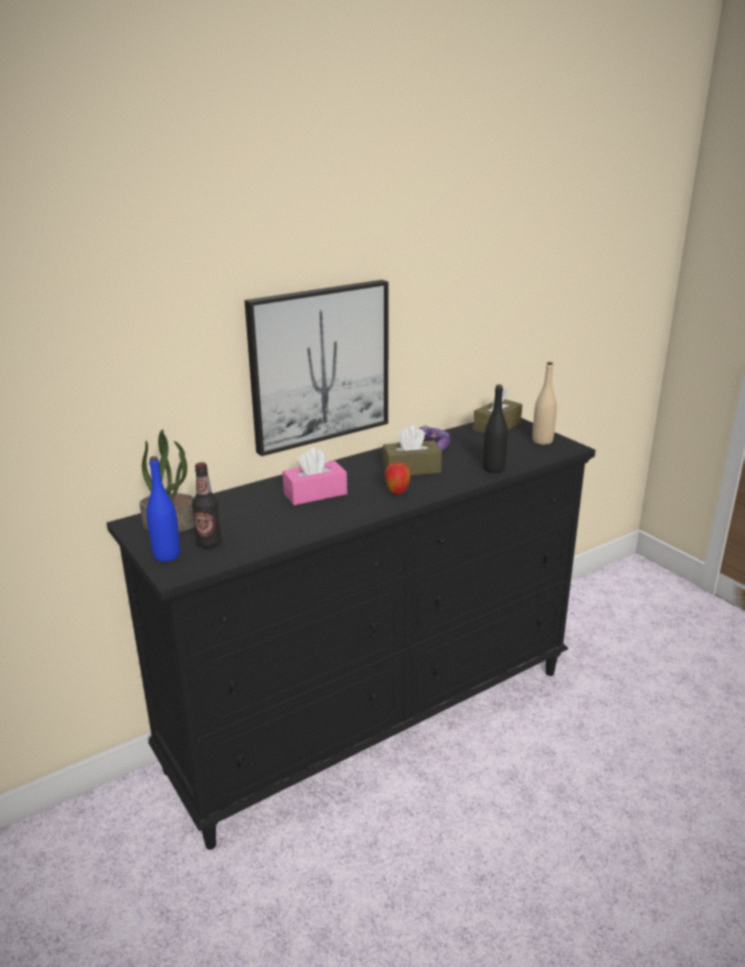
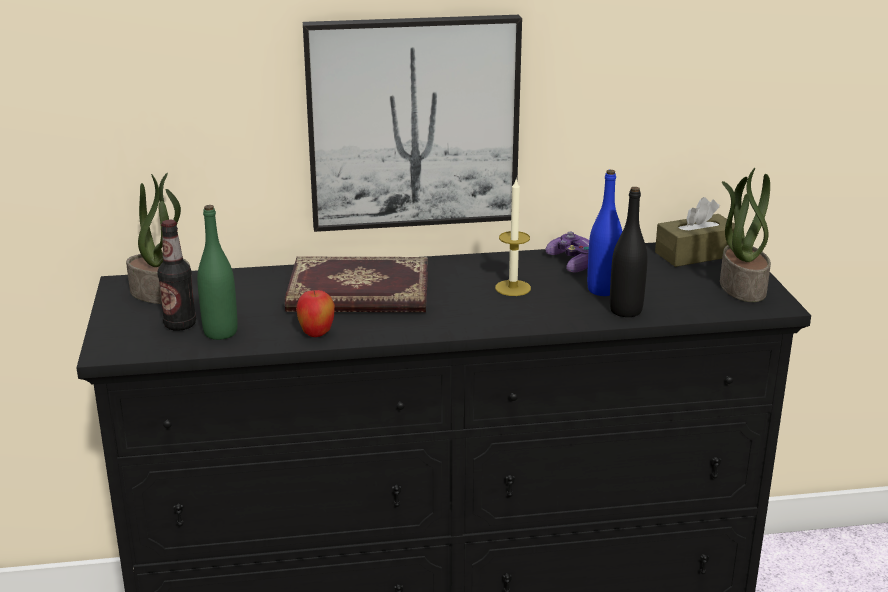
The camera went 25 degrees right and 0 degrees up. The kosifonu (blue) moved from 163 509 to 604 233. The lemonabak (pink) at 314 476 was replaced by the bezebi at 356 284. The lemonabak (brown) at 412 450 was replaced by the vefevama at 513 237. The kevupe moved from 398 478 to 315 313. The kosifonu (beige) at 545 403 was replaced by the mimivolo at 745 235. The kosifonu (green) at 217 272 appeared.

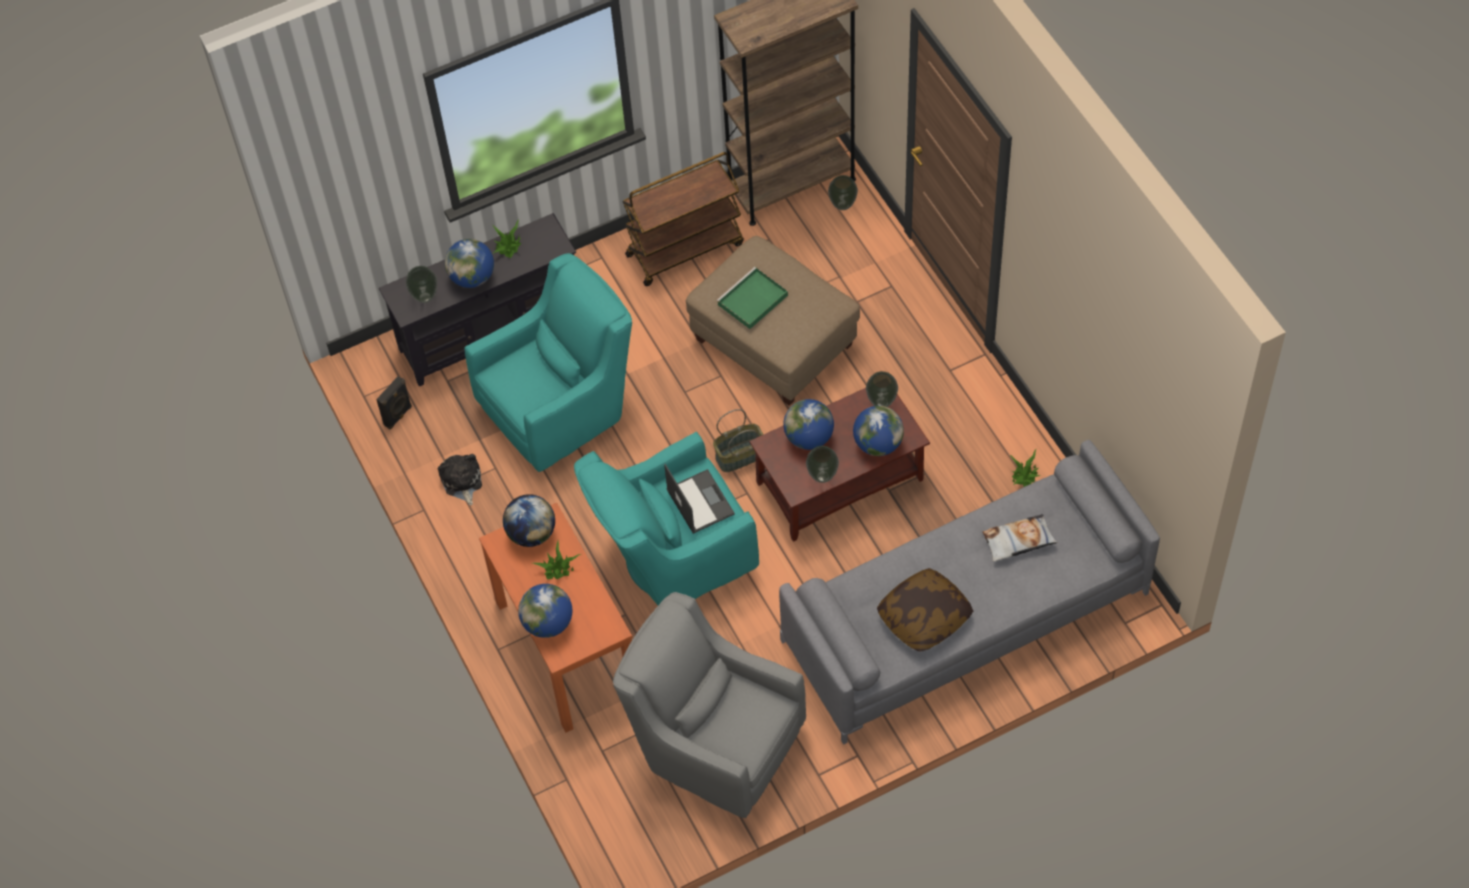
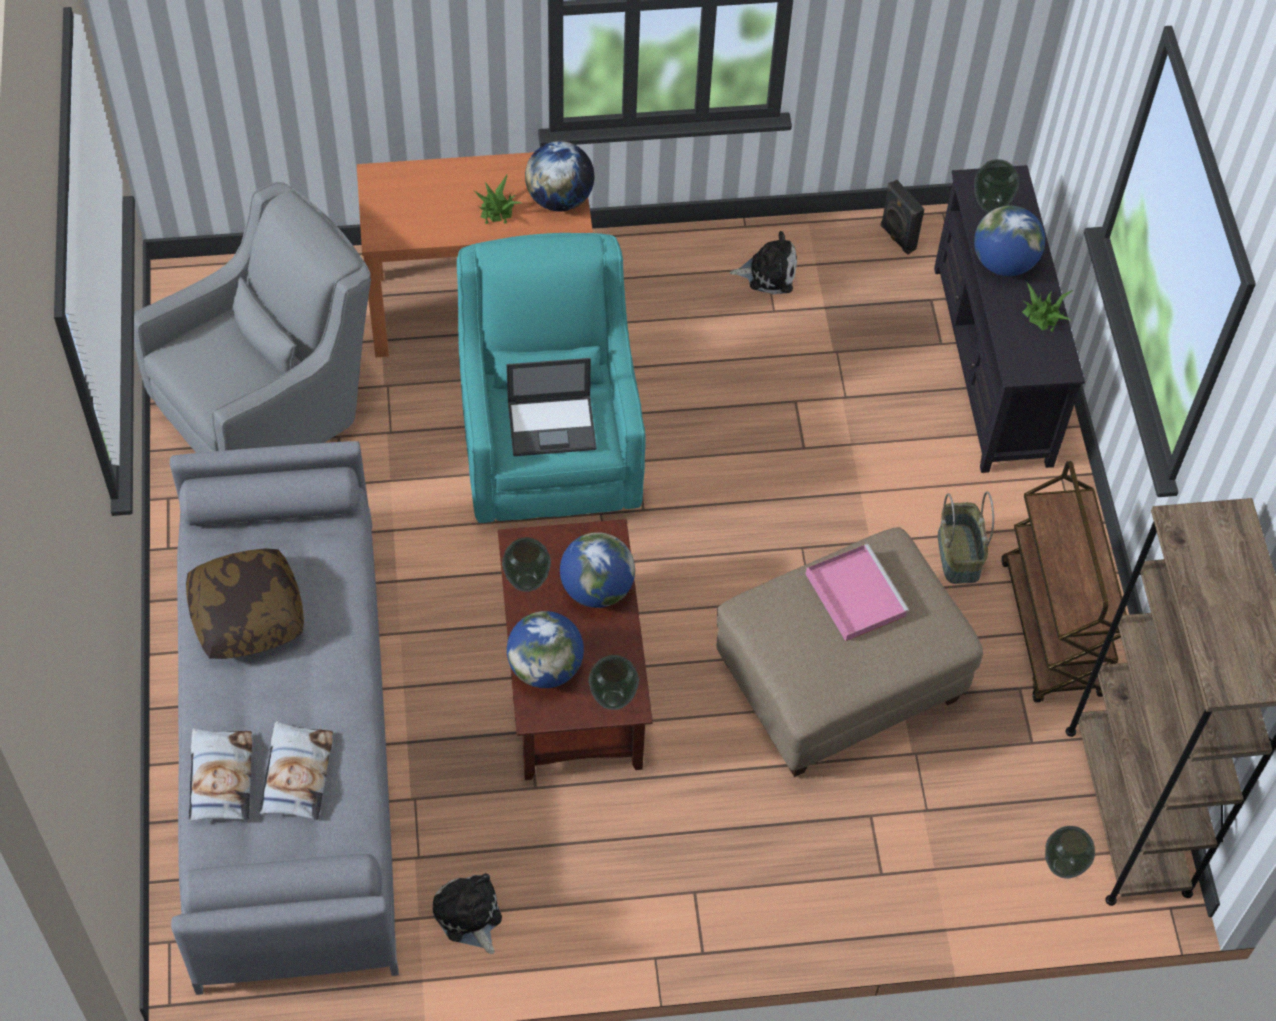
The camera went 105 degrees right and 0 degrees up. The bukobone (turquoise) at 548 362 disappeared. The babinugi at 545 611 disappeared. The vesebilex moved from 738 440 to 966 537. The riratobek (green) at 752 298 became the riratobek (pink) at 857 592. The mimivolo at 1025 467 was replaced by the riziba at 467 913. The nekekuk at 220 775 appeared.

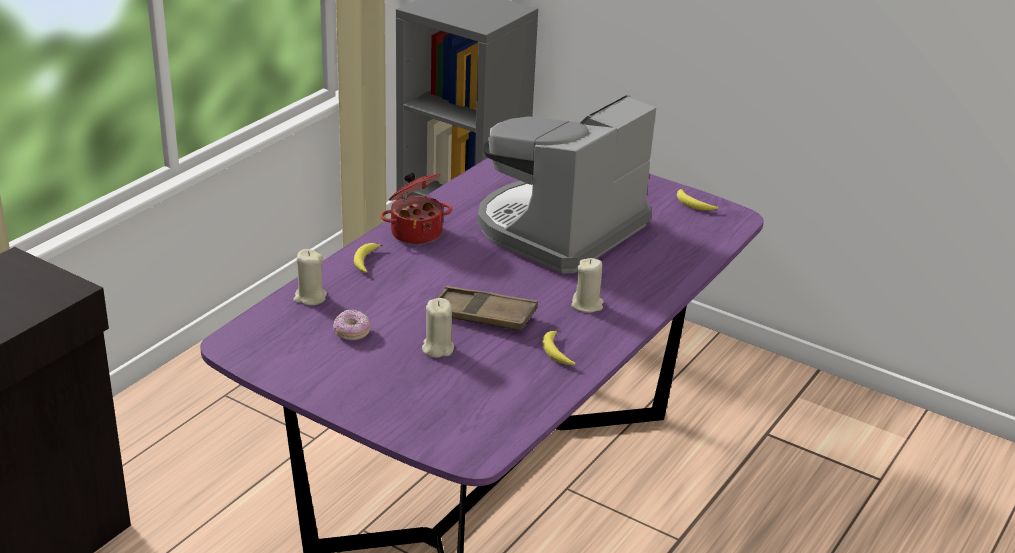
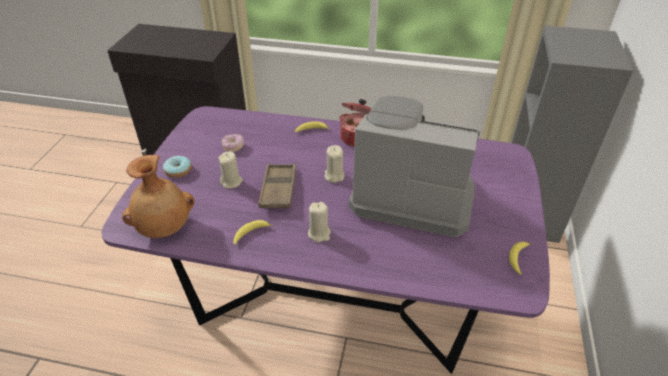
The camera went 70 degrees right and 10 degrees up. The vefevama (beige) moved from 310 277 to 334 164. The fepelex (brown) at 158 196 appeared. The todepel at 177 167 appeared.

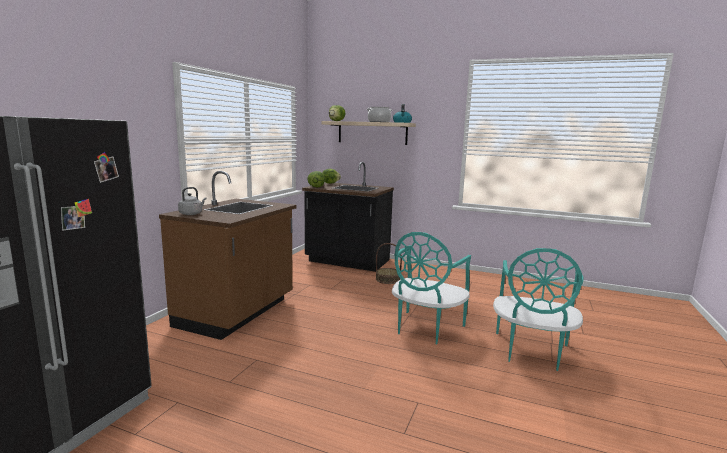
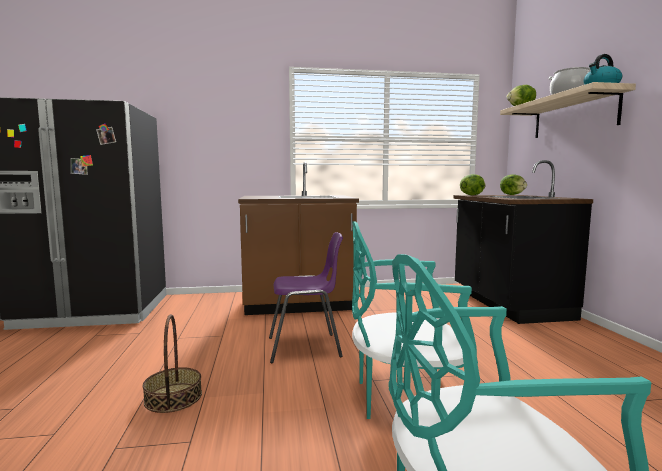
The camera went 60 degrees right and 5 degrees down. The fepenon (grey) at 192 201 disappeared. The vesebilex moved from 389 263 to 172 363. The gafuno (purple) at 306 297 appeared.

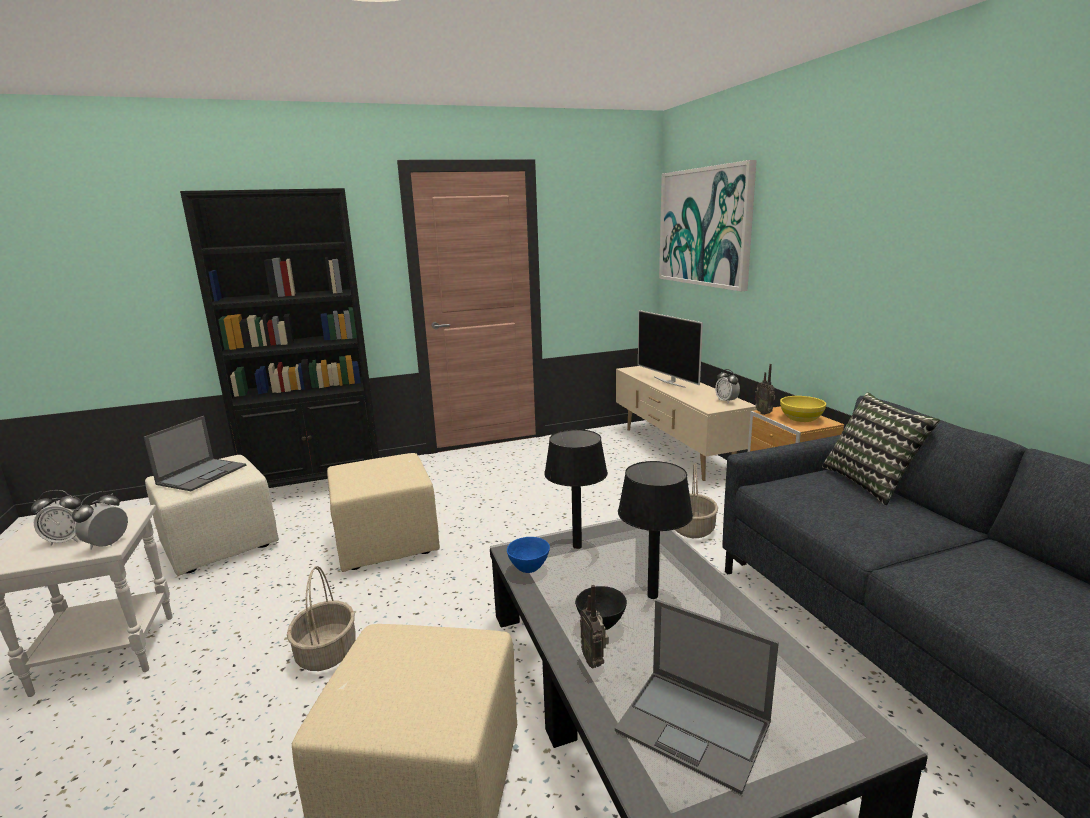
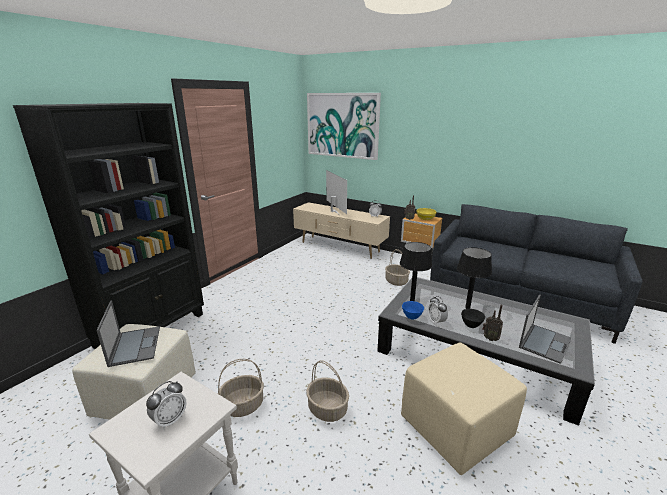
The camera went 40 degrees left and 5 degrees up. The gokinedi moved from 100 520 to 438 310. The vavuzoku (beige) at 383 512 disappeared. The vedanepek at 697 697 turned 45 degrees counterclockwise. The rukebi at 670 349 turned 135 degrees counterclockwise. The nekekuk at 881 449 disappeared. The vesebilex at 241 388 appeared.

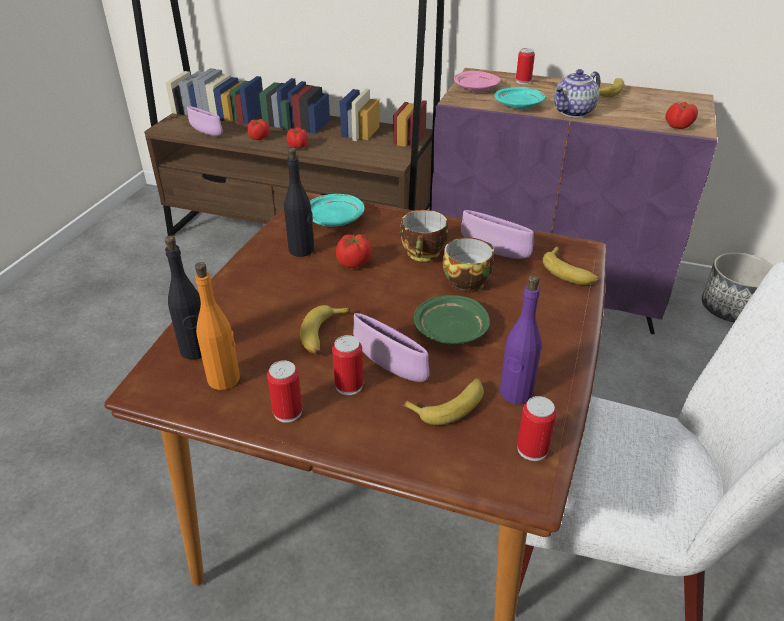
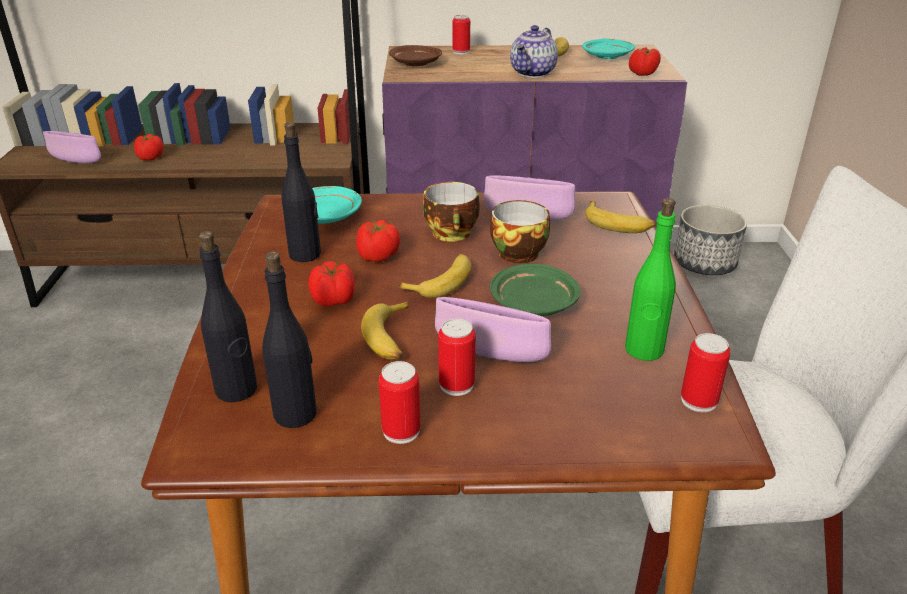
The camera went 20 degrees left and 5 degrees down. The kosifonu (orange) at 217 326 became the kosifonu (black) at 289 339. The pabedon moved from 297 137 to 331 283. The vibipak moved from 443 401 to 435 276. The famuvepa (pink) at 477 81 became the famuvepa (brown) at 415 55. The famuvepa (turquoise) moved from 519 98 to 608 49. The kosifonu (purple) at 521 339 became the kosifonu (green) at 650 279.

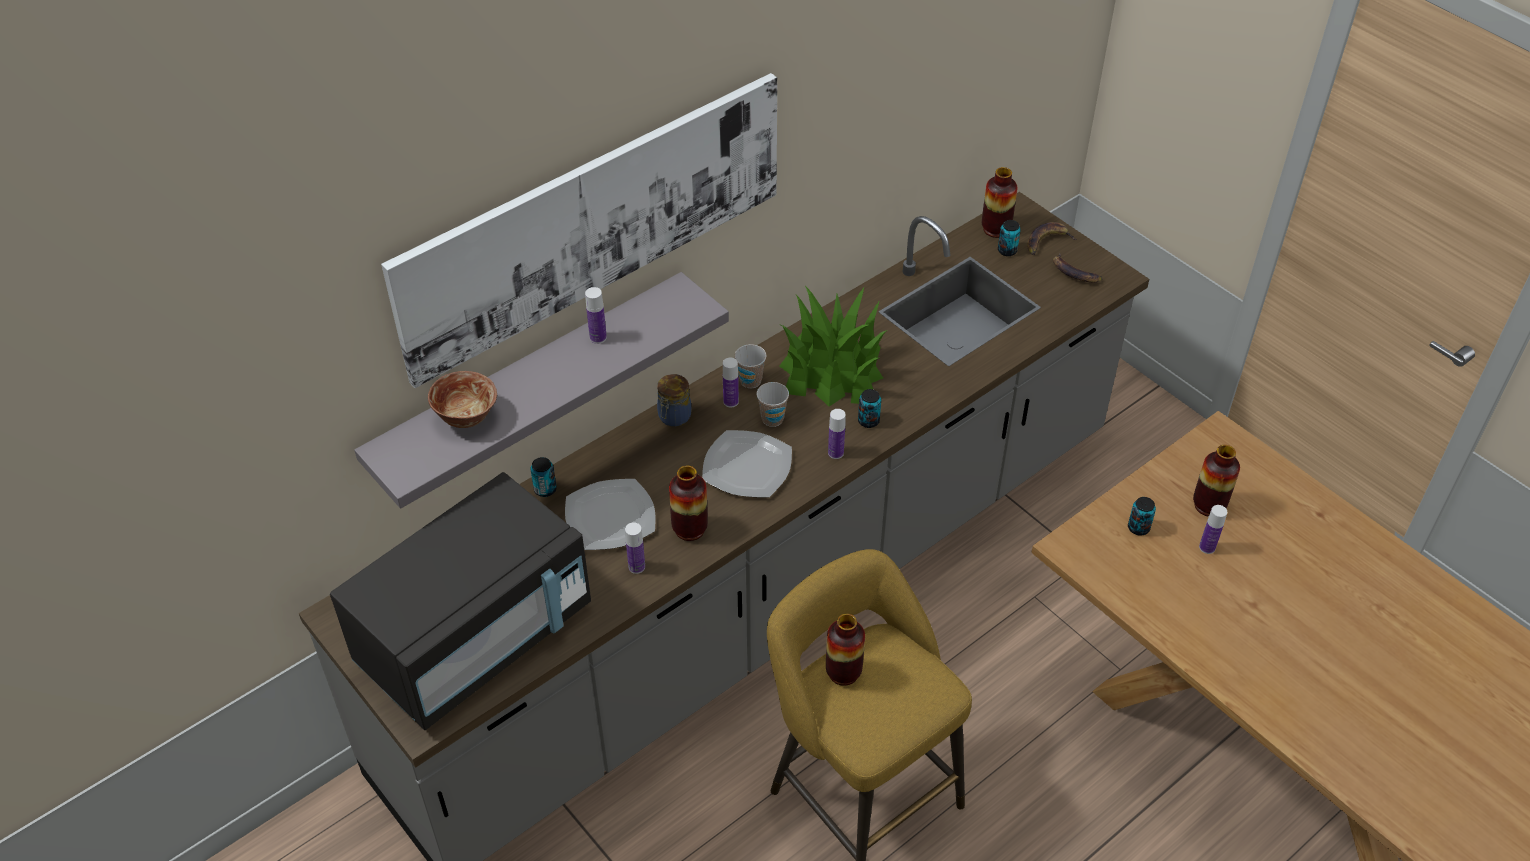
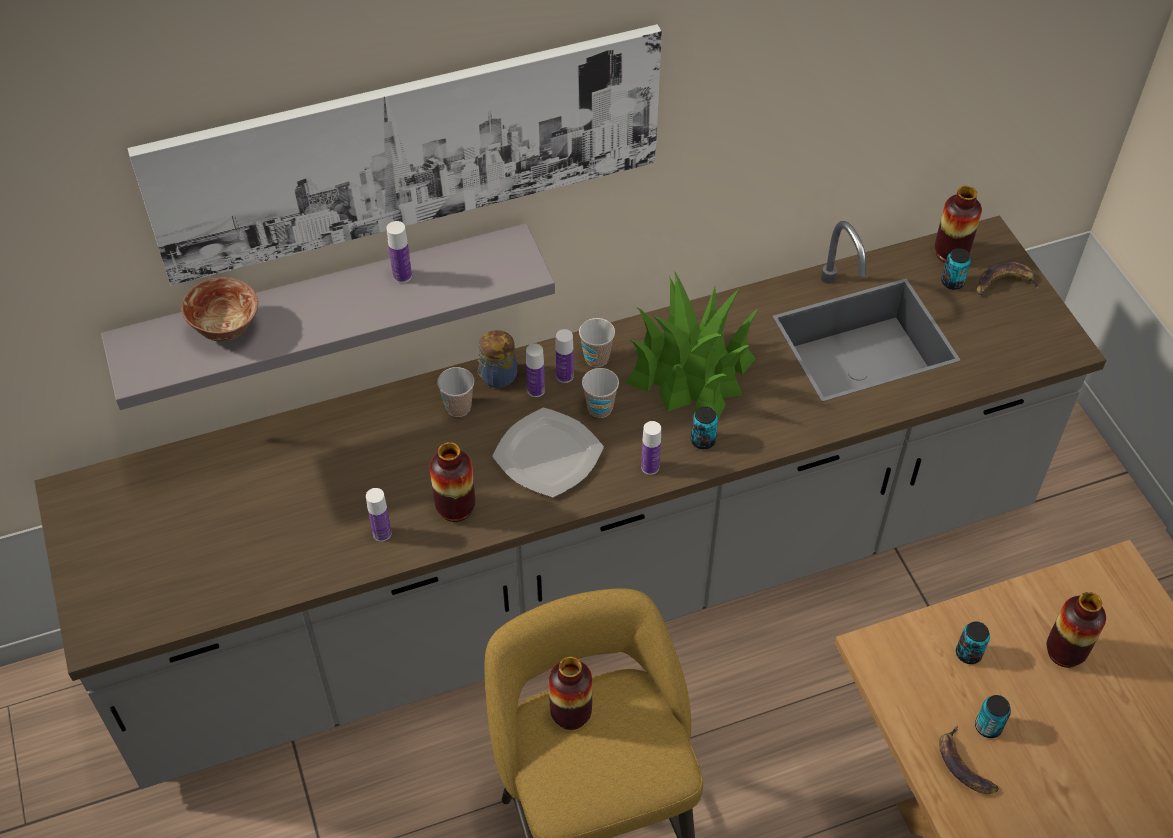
The camera went 20 degrees right and 5 degrees up. The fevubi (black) at 460 601 disappeared. The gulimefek moved from 543 477 to 993 716. The famuvepa at 610 514 disappeared. The vibipak moved from 1078 268 to 969 759. The kosifonu moved from 1213 529 to 535 370. The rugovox at 455 392 appeared.

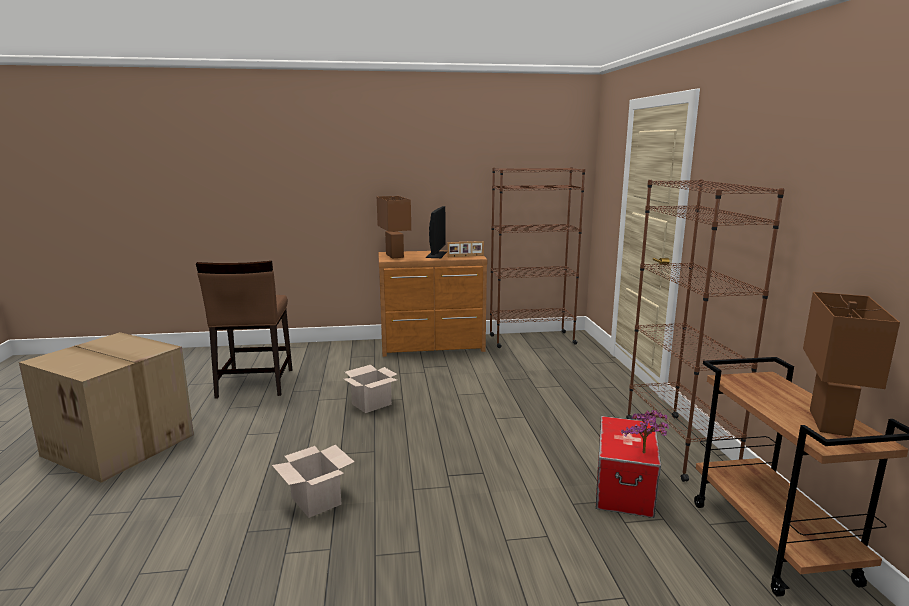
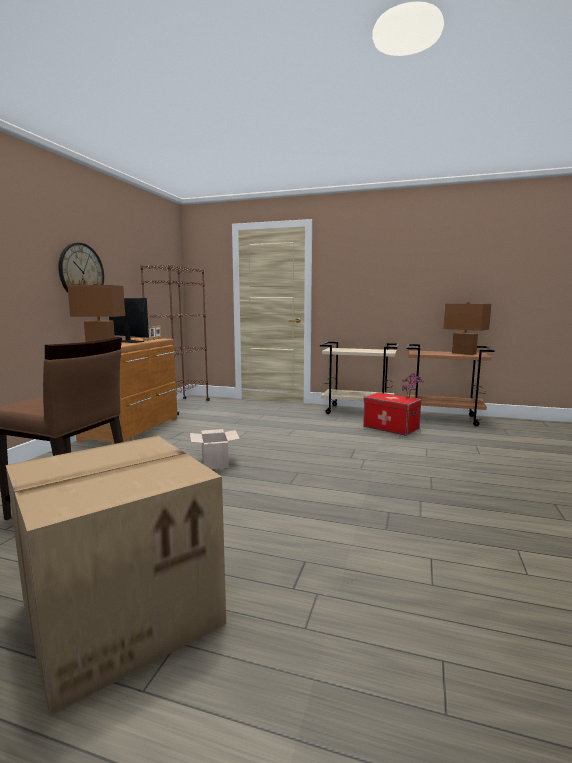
The camera went 65 degrees left and 5 degrees down. The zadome at 313 481 disappeared. The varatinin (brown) at 705 330 was replaced by the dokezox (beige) at 359 378. The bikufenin at 81 268 appeared.

